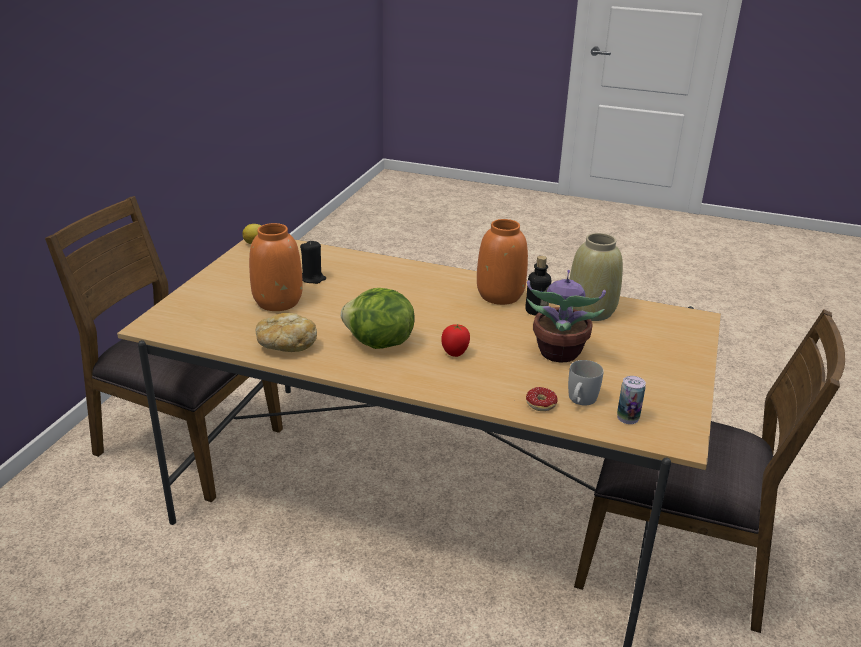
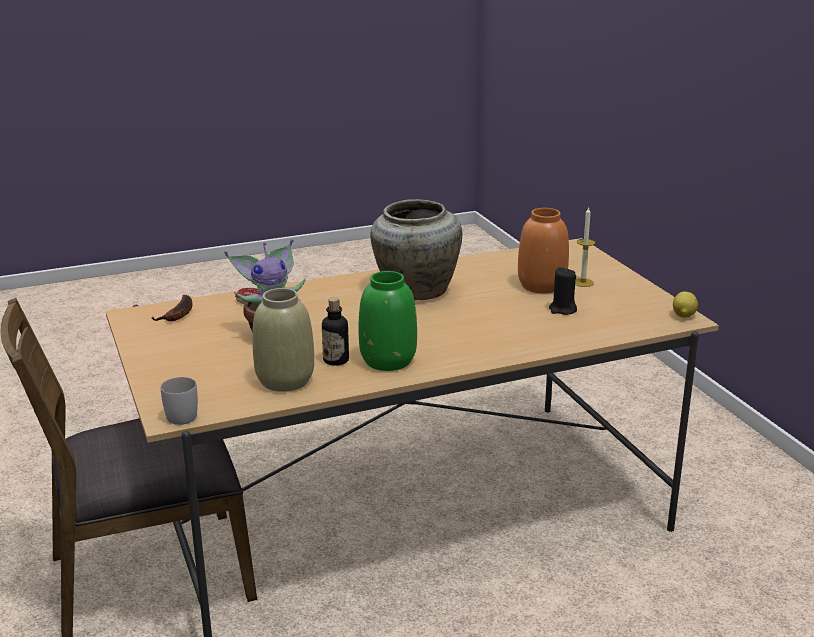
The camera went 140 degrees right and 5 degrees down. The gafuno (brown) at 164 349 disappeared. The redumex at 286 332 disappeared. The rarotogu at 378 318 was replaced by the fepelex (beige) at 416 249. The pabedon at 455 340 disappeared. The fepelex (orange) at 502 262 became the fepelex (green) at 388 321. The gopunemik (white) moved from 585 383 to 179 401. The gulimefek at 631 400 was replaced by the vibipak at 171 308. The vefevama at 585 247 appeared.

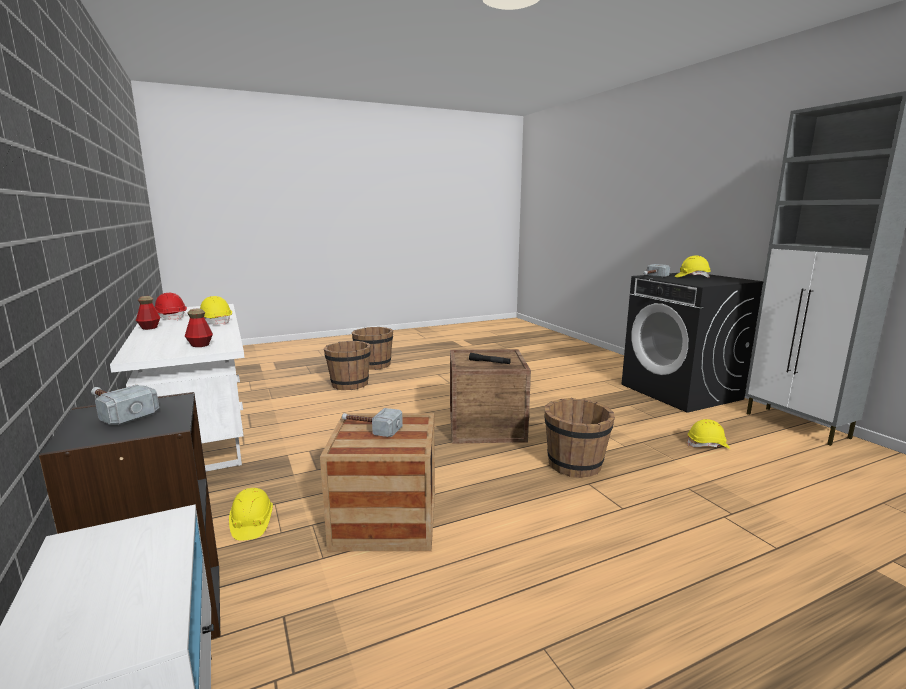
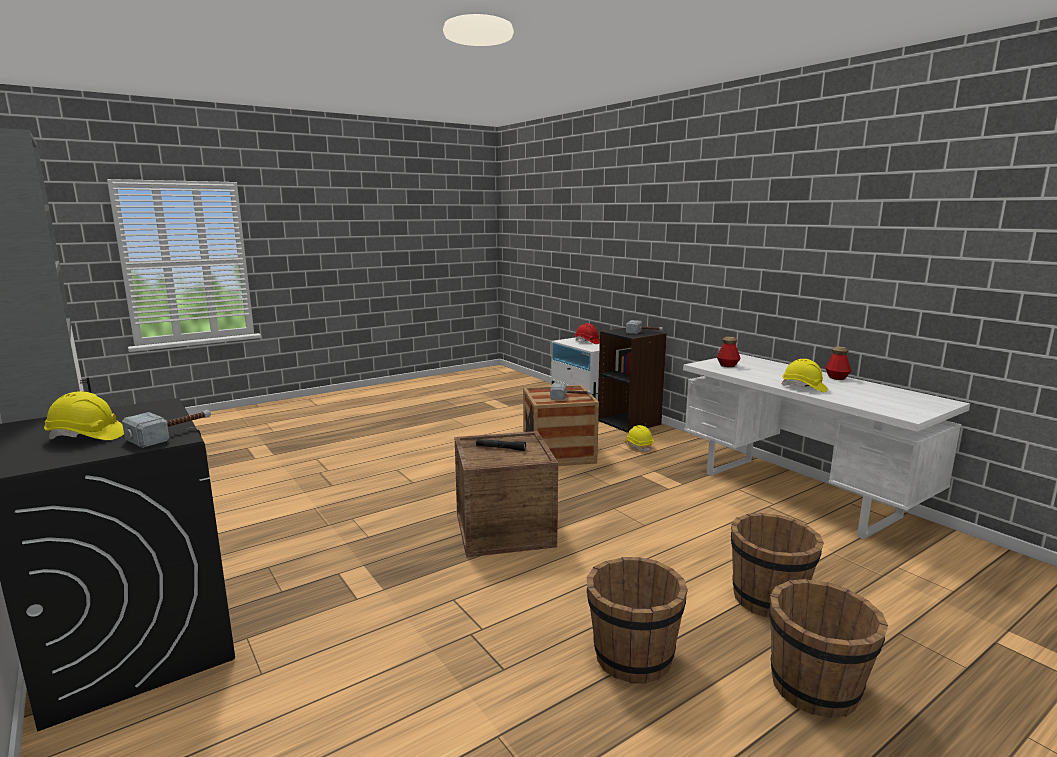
The camera went 170 degrees right and 0 degrees up. The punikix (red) moved from 171 306 to 587 333. The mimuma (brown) moved from 579 438 to 637 620. The punikix (yellow) at 708 434 disappeared.

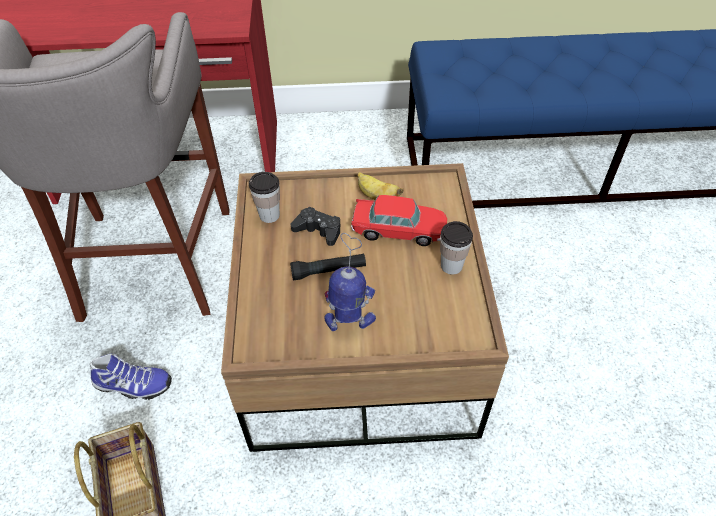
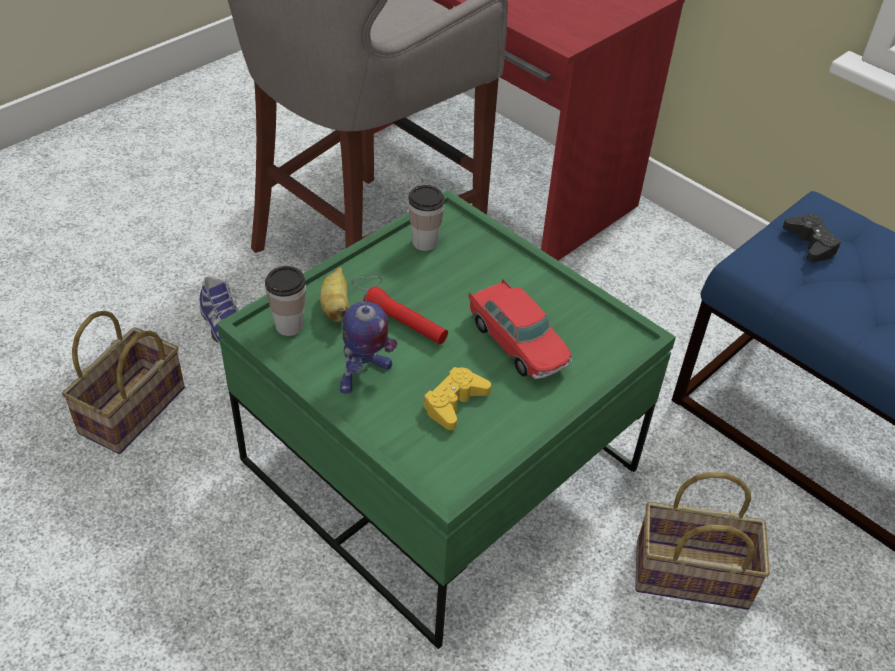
The camera went 45 degrees right and 5 degrees down. The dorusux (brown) at 365 307 became the dorusux (green) at 446 419. The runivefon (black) at 328 267 became the runivefon (red) at 405 315. The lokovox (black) moved from 316 226 to 812 238. The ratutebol at 350 282 turned 90 degrees clockwise. The vibipak moved from 380 186 to 334 294. The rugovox moved from 456 248 to 285 301. The lokovox (yellow) at 457 398 appeared. The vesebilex at 702 541 appeared.

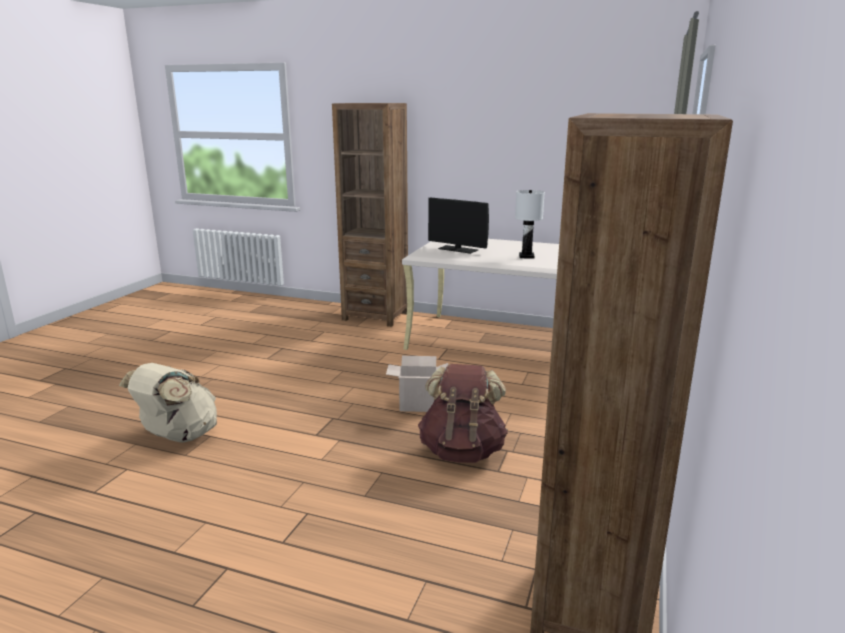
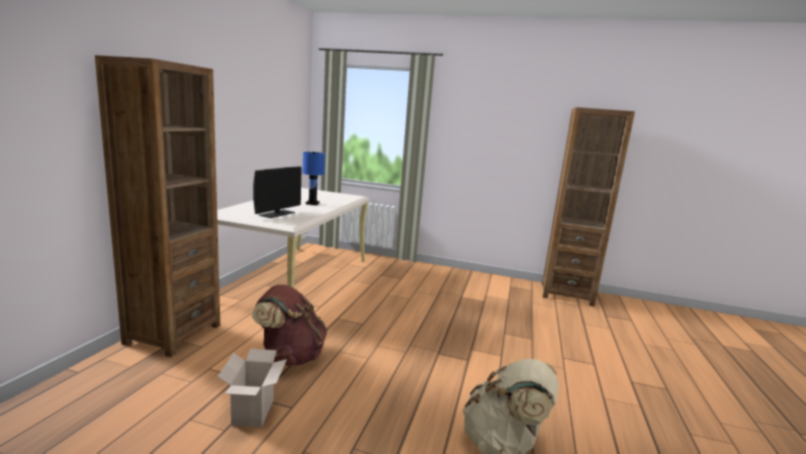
The camera went 95 degrees left and 5 degrees down. The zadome moved from 417 384 to 252 388. The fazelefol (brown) moved from 463 413 to 289 325. The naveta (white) at 530 224 became the naveta (blue) at 313 178.

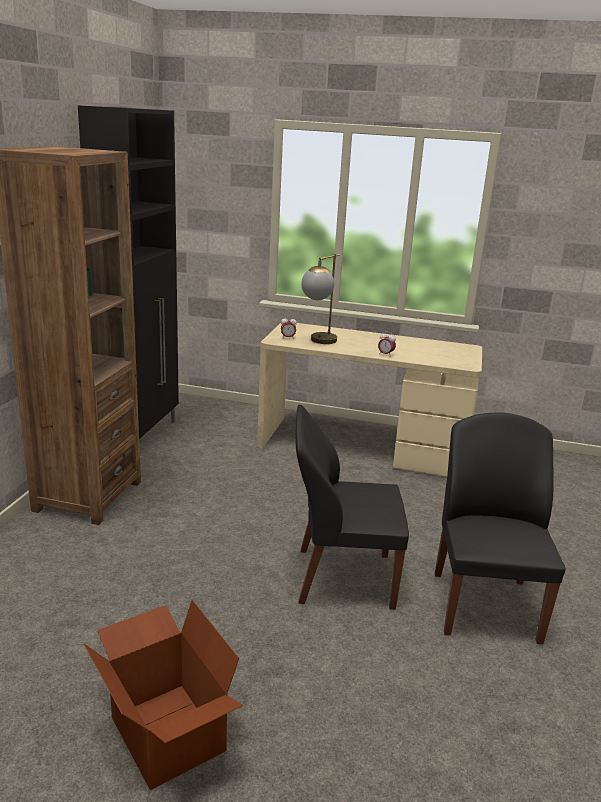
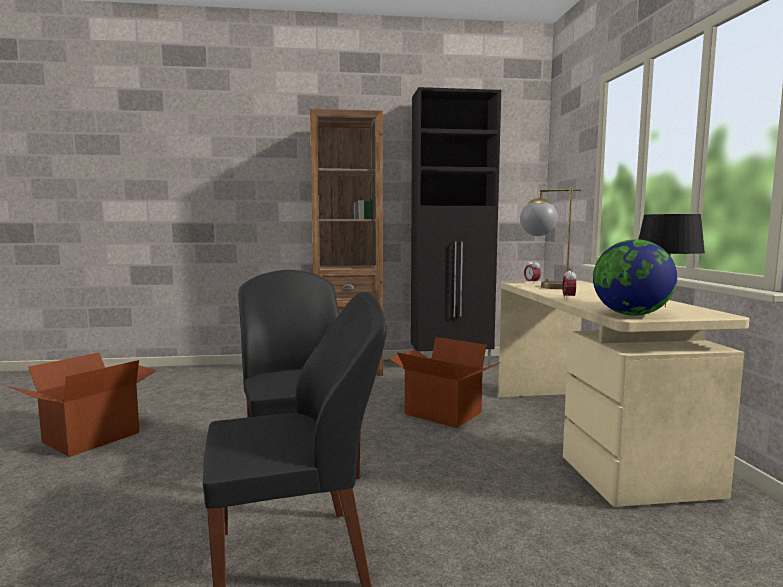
The camera went 70 degrees right and 15 degrees down. The zadome at 445 382 appeared. The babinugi at 635 277 appeared. The naveta (black) at 672 260 appeared.

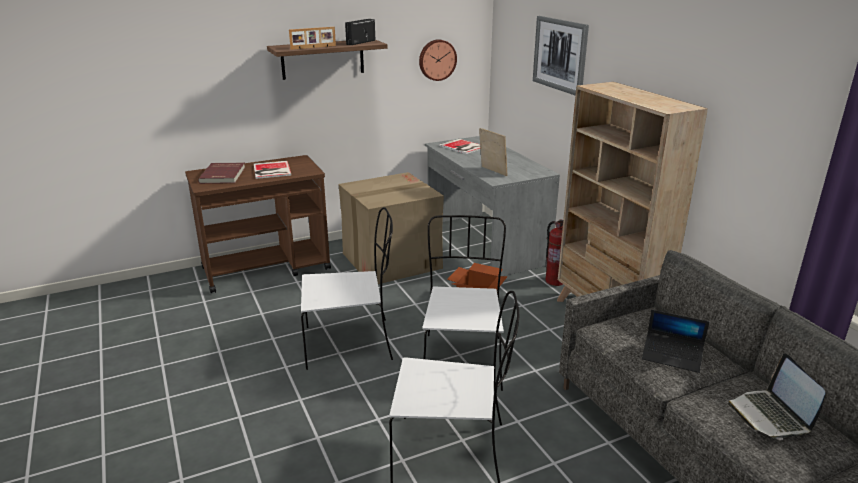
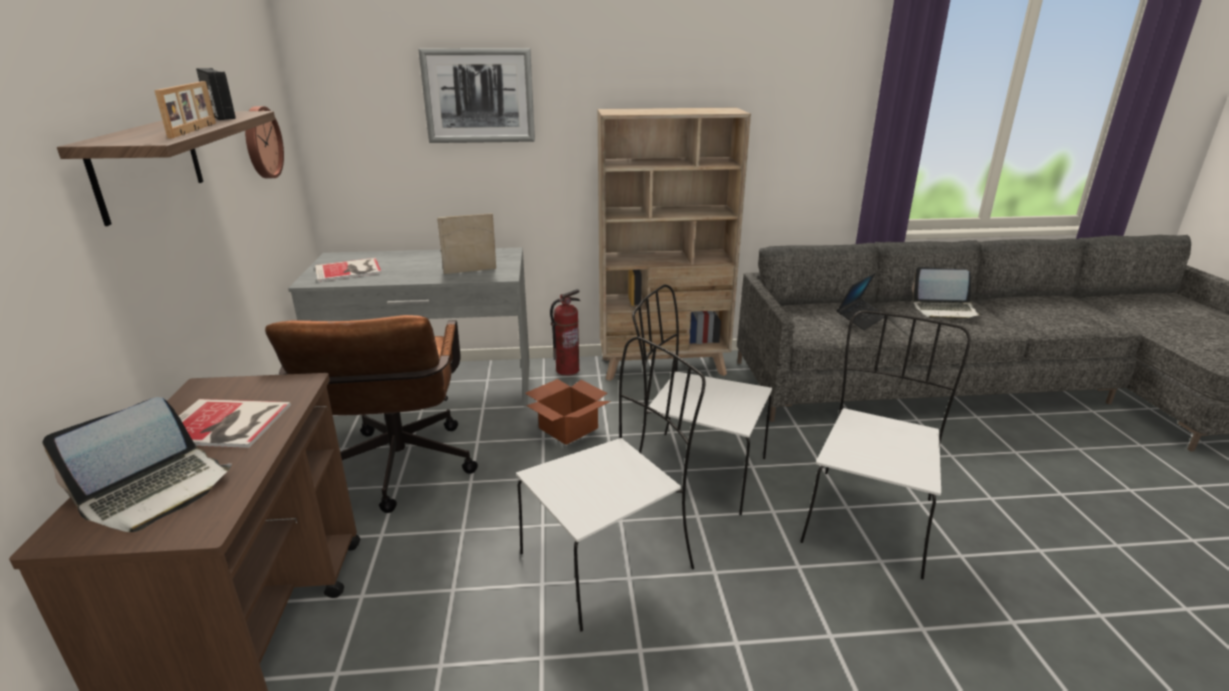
The camera went 70 degrees left and 0 degrees up. The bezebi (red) at 221 173 was replaced by the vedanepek at 137 464. The gafuno (white) at 347 288 turned 45 degrees clockwise. The zadome at 391 228 was replaced by the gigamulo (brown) at 371 414.

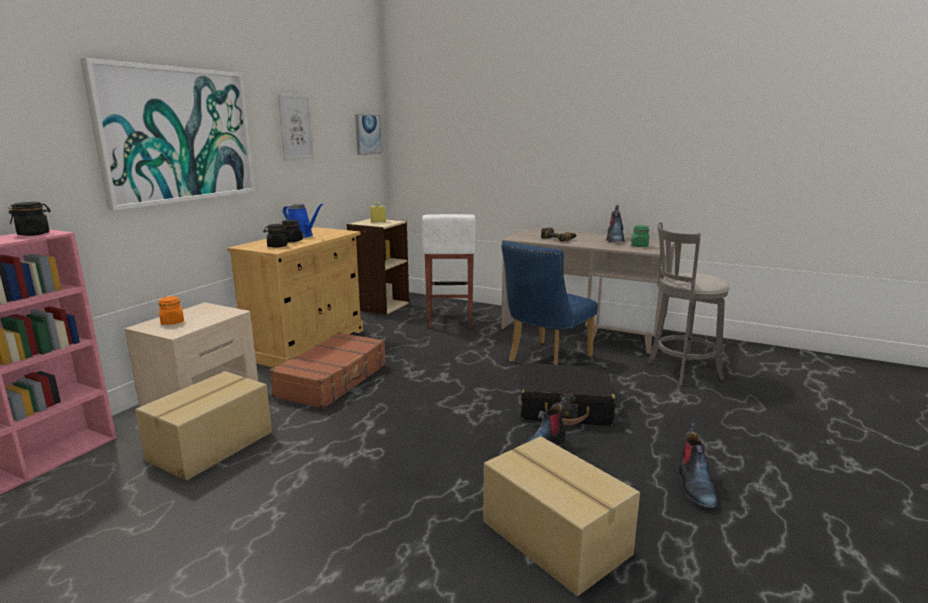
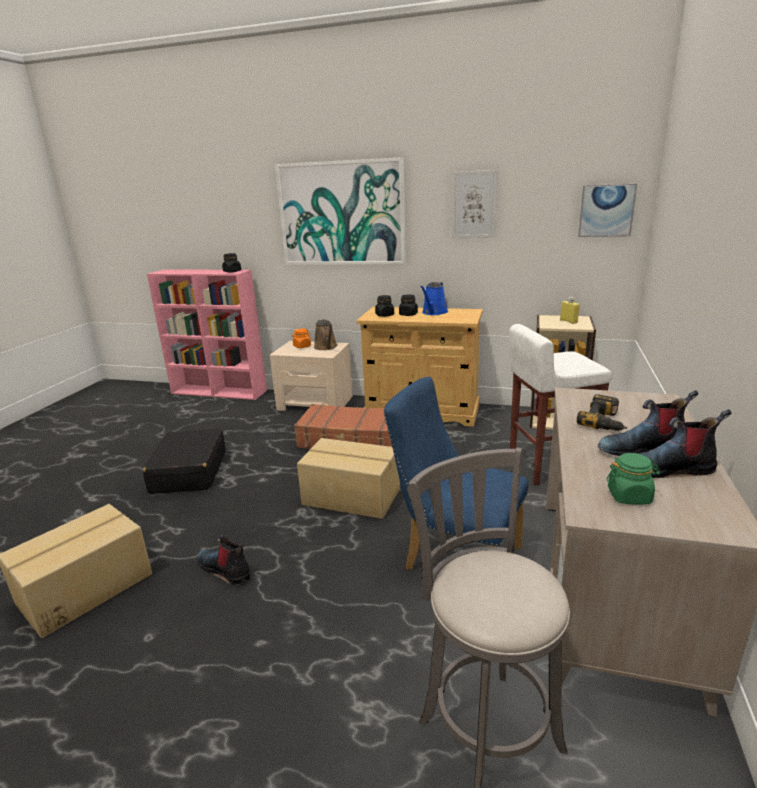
The camera went 80 degrees right and 5 degrees up. The zadome moved from 203 426 to 348 478. The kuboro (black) moved from 568 394 to 184 461. The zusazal moved from 698 464 to 648 423. The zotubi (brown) at 325 334 appeared.

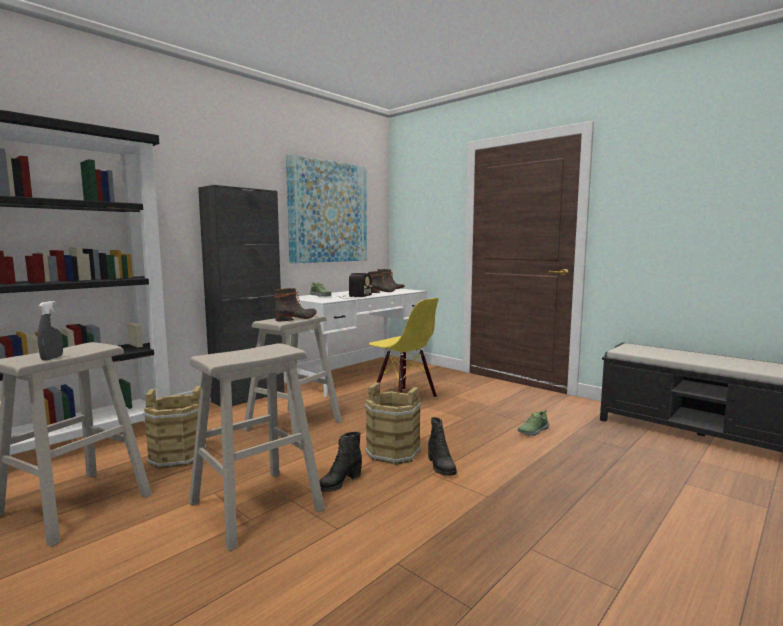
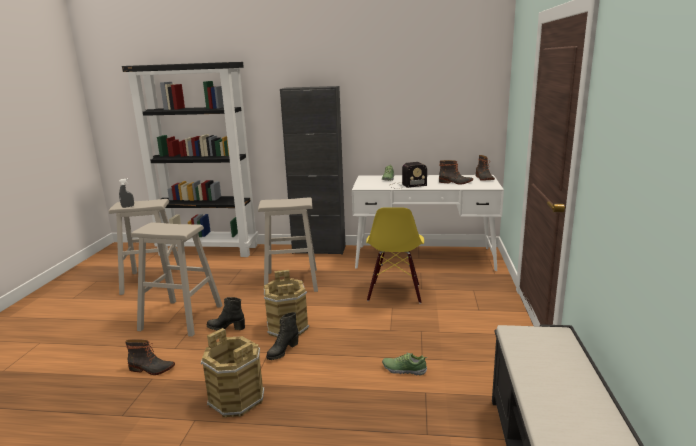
The camera went 55 degrees right and 10 degrees up. The mimuma (brown) moved from 175 427 to 232 373. The zusazal moved from 295 304 to 150 357. The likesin at 326 208 disappeared.

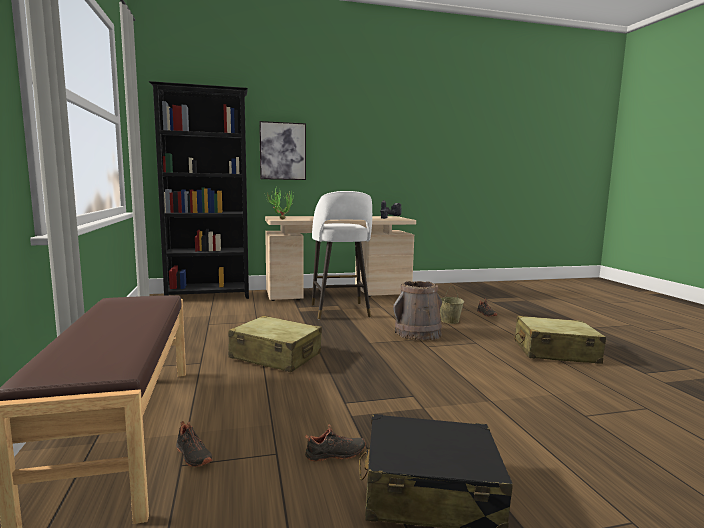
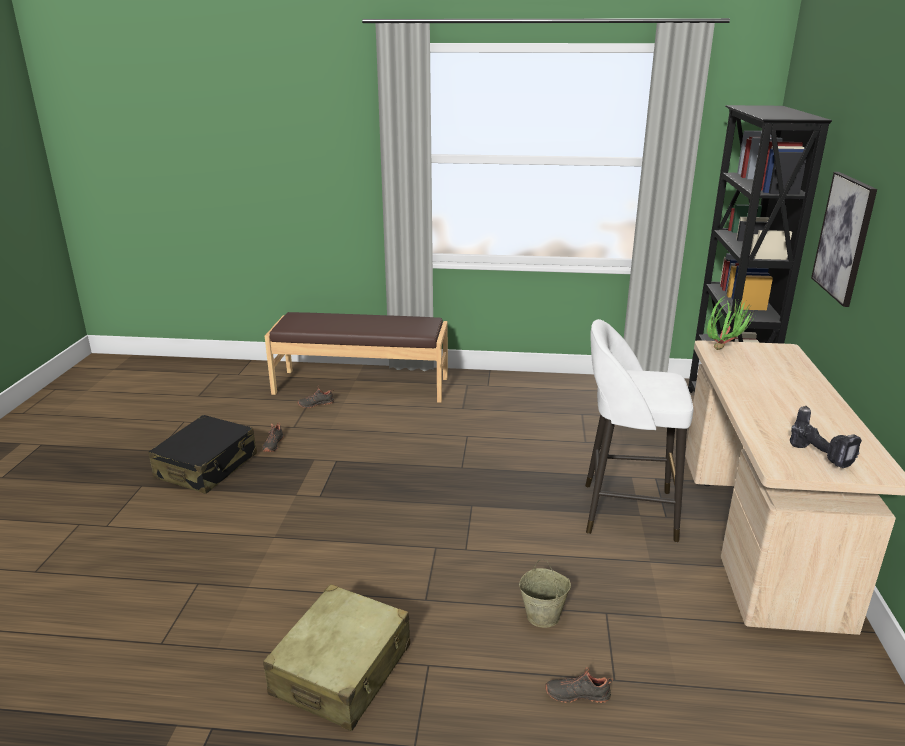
The camera went 110 degrees right and 15 degrees up. The kuboro (beige) at 275 343 disappeared. The mimuma (brown) at 417 311 disappeared.

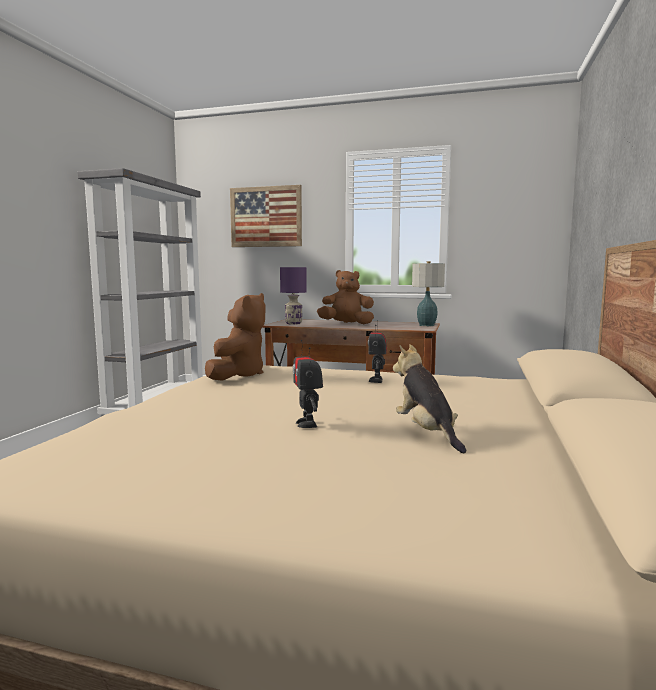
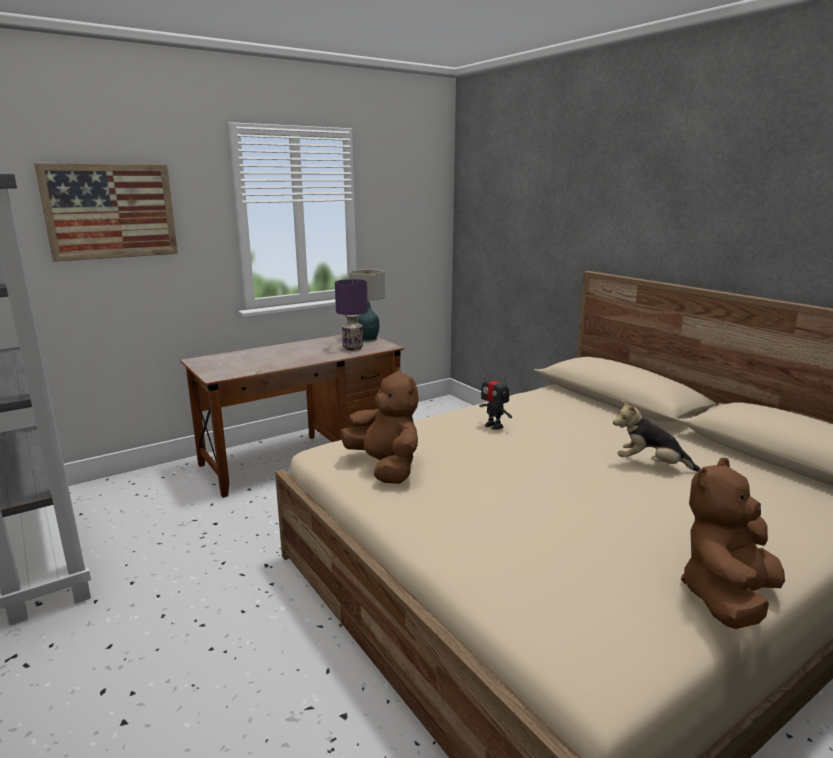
The camera went 50 degrees left and 10 degrees up. The naveta (purple) moved from 293 296 to 351 314. The ratutebol at 308 384 disappeared. The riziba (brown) moved from 345 297 to 733 543.

